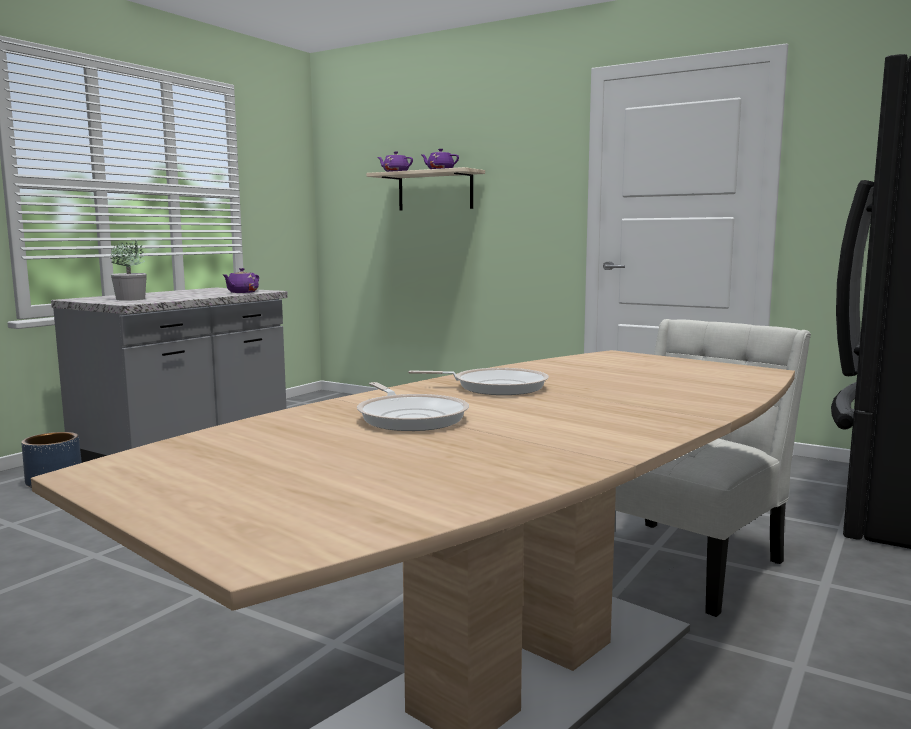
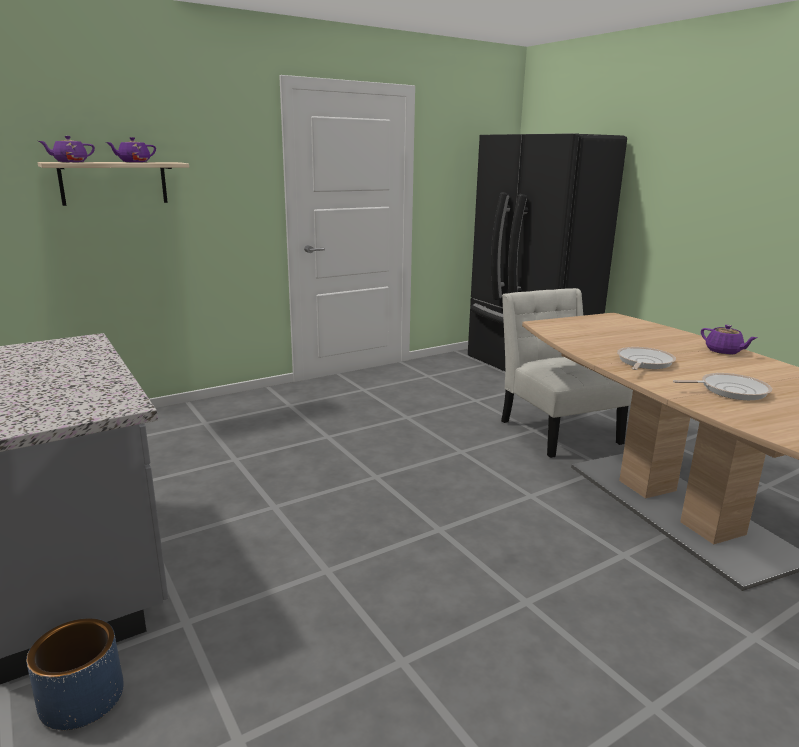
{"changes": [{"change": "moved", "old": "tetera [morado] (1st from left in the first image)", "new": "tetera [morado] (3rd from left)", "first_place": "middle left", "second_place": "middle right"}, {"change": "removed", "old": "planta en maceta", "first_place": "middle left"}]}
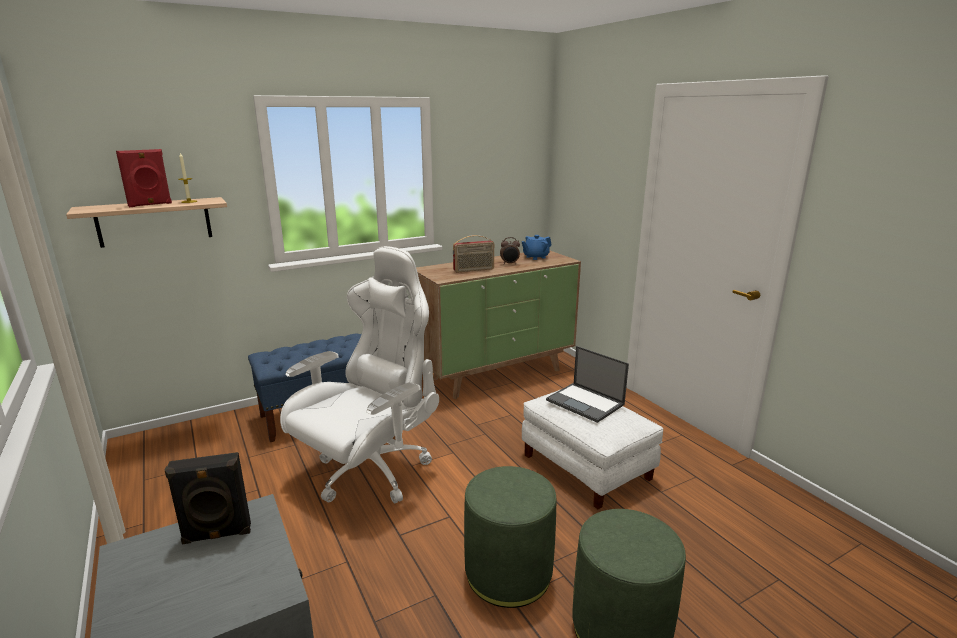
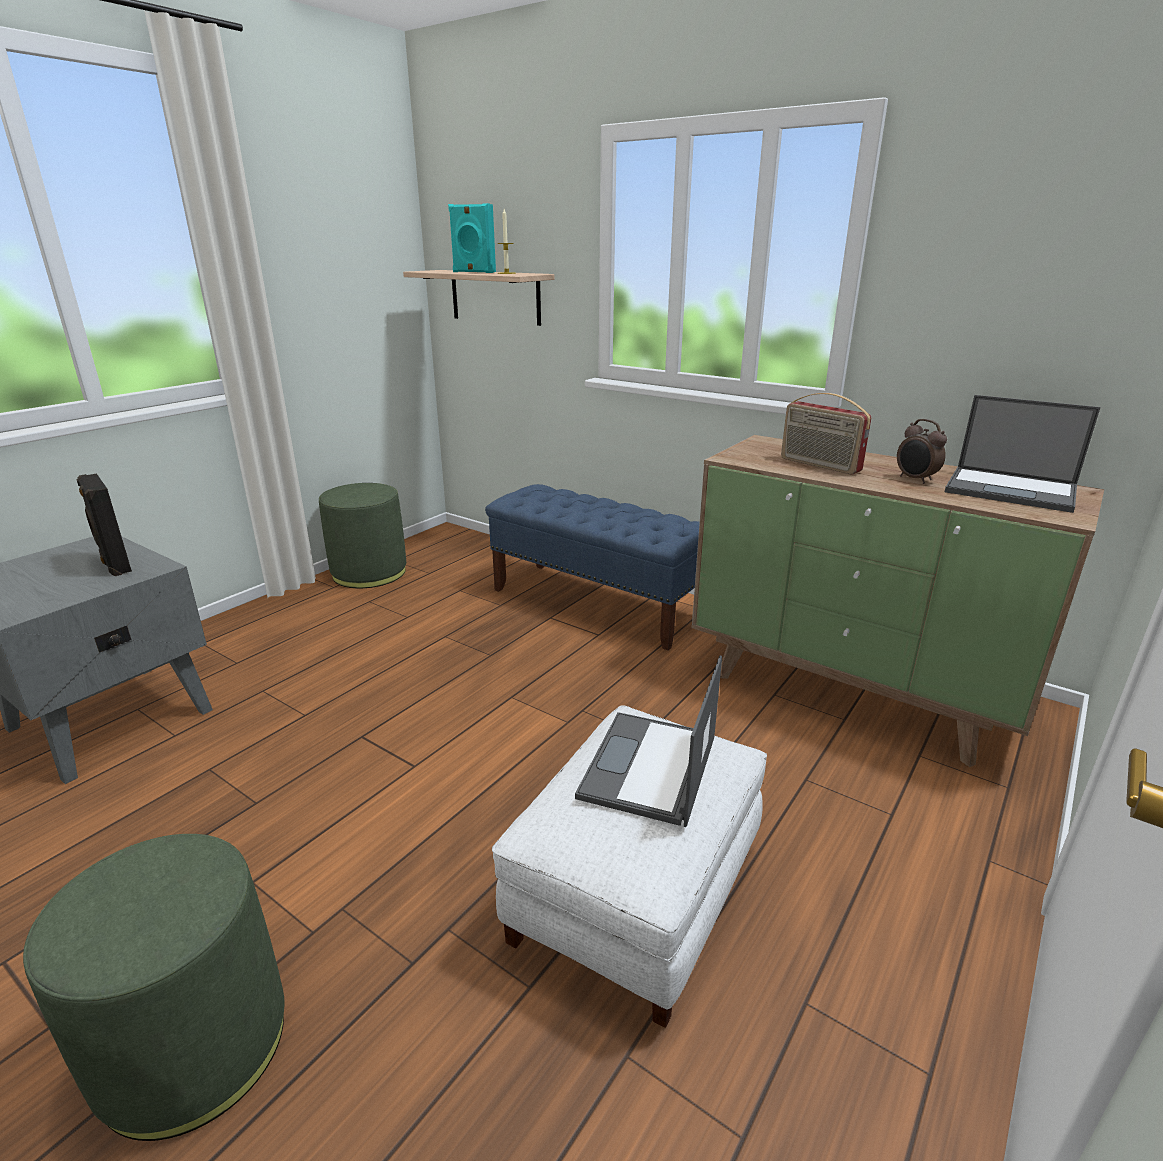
{"changes": [{"change": "moved", "old": "puf [verde] (1st from left in the first image)", "new": "puf [verde] (2nd from left)", "first_place": "bottom centre", "second_place": "middle left"}, {"change": "recoloured", "old": "altavoz [rojo]", "new": "altavoz [turquesa]", "first_place": "top left", "second_place": "top centre"}, {"change": "replaced", "old": "tetera [azul]", "new": "portátil (2nd from left)", "first_place": "centre", "second_place": "middle right"}, {"change": "removed", "old": "silla de oficina [blanco]", "first_place": "centre"}]}
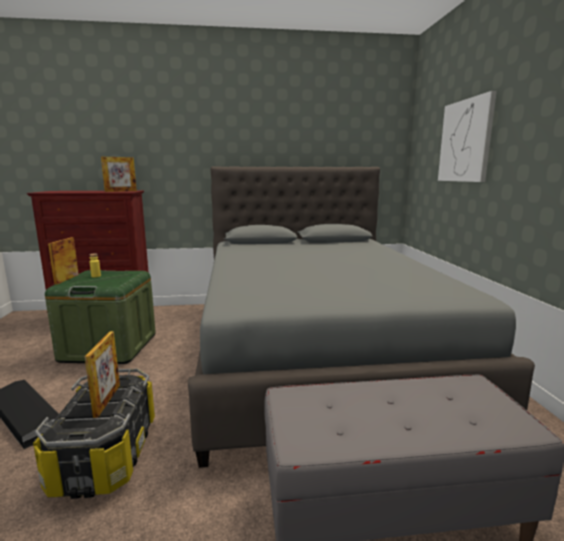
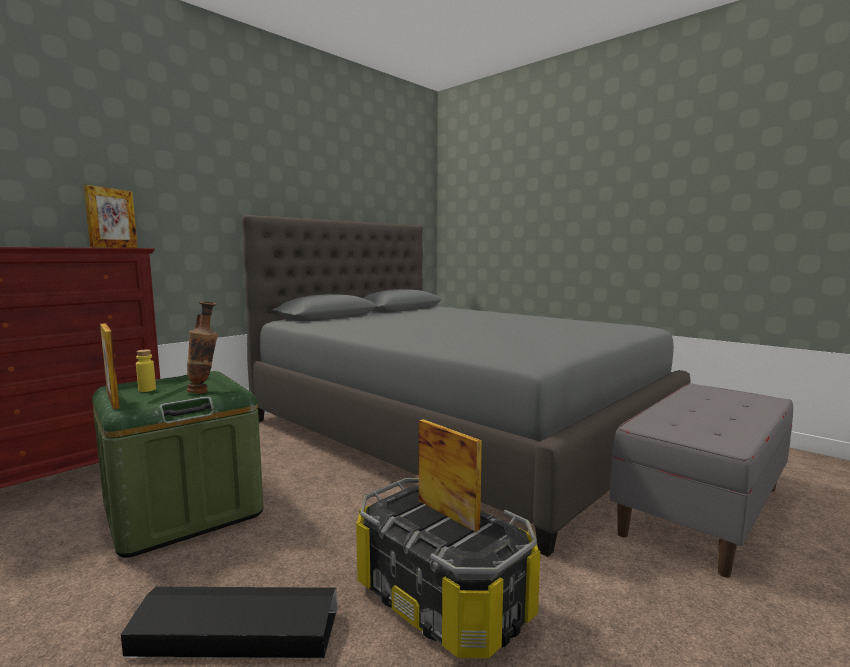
{"changes": [{"change": "added", "new": "florero", "second_place": "middle left"}, {"change": "removed", "old": "cuadro", "first_place": "top right"}]}
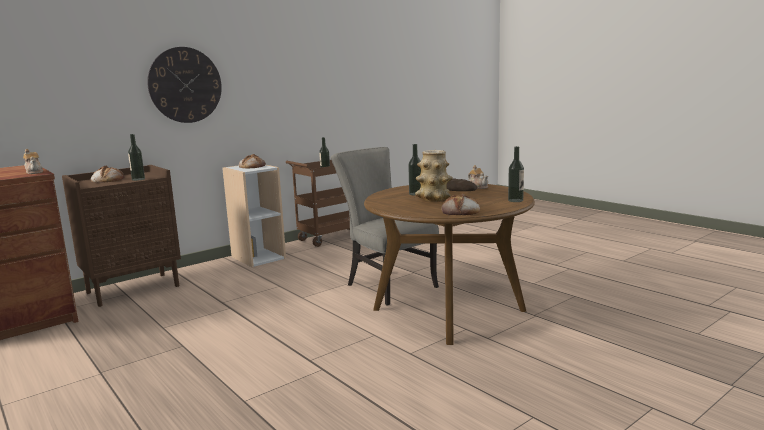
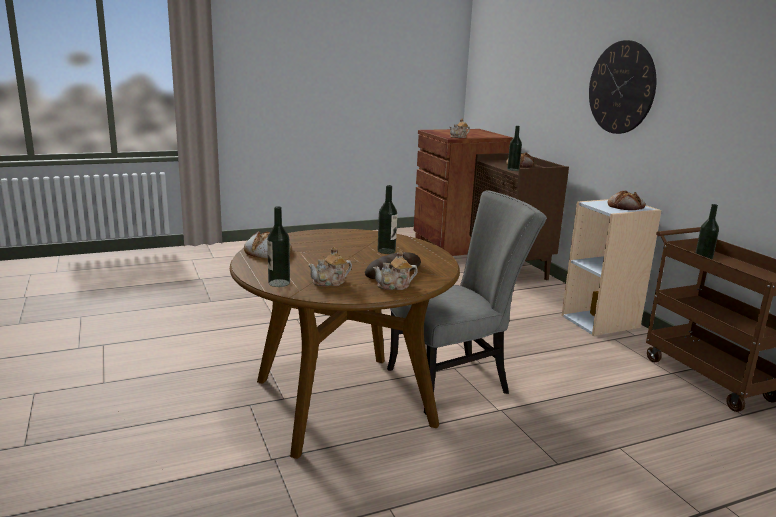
{"changes": [{"change": "added", "new": "tetera (1st from left)", "second_place": "centre"}, {"change": "removed", "old": "florero", "first_place": "centre"}]}
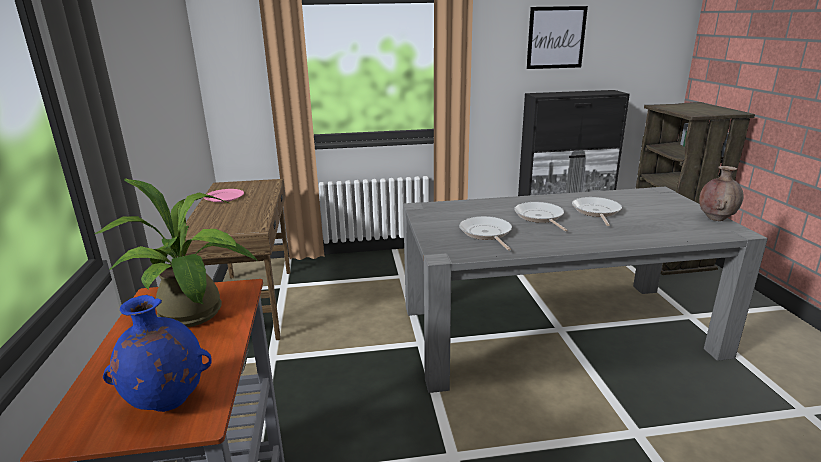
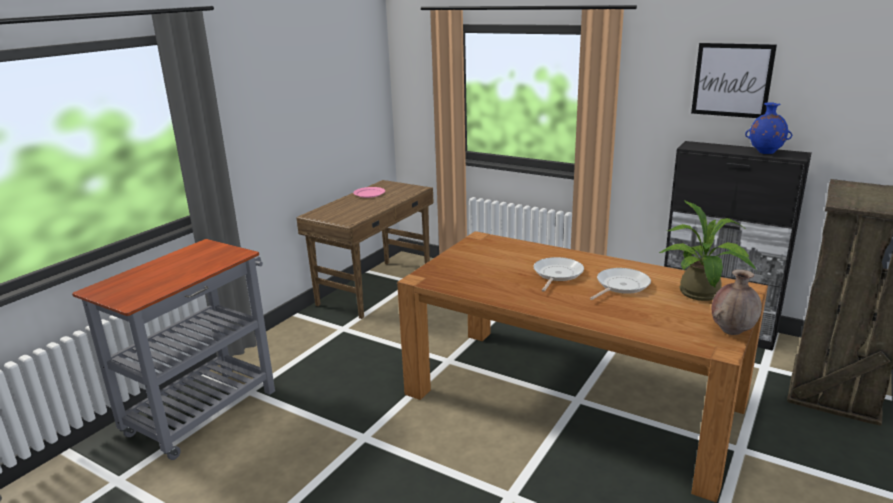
{"changes": [{"change": "recoloured", "old": "mesa de comedor [gris]", "new": "mesa de comedor [marrón]", "first_place": "middle right", "second_place": "bottom centre"}, {"change": "moved", "old": "planta en maceta", "first_place": "middle left", "second_place": "middle right"}, {"change": "moved", "old": "florero [azul]", "first_place": "bottom left", "second_place": "top right"}, {"change": "removed", "old": "sartén (1st from left)", "first_place": "centre"}]}
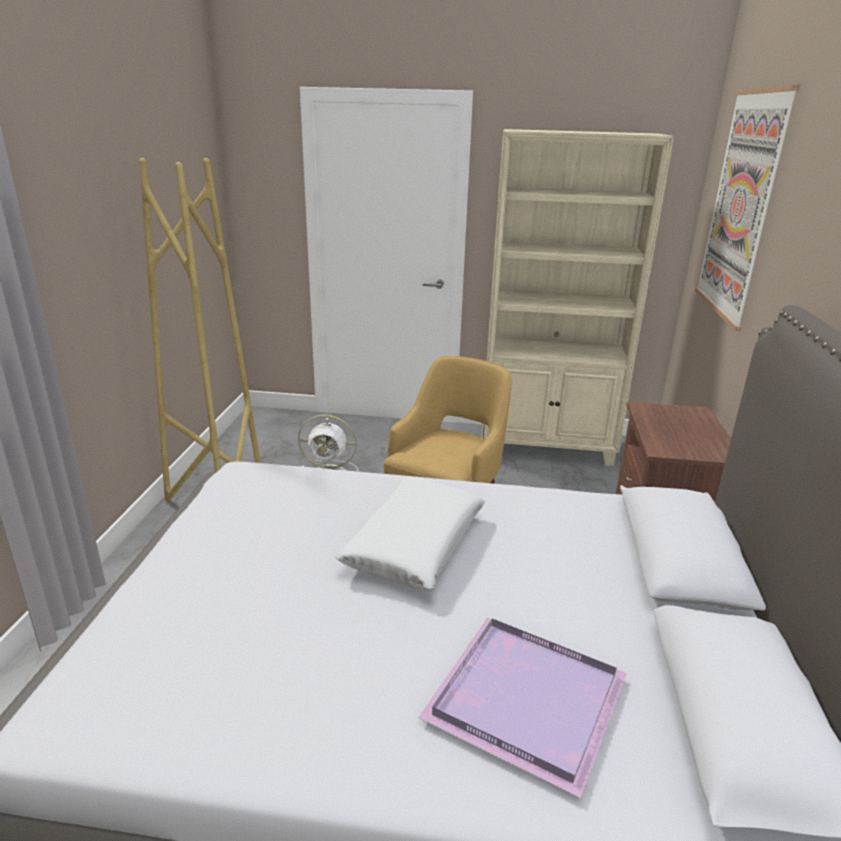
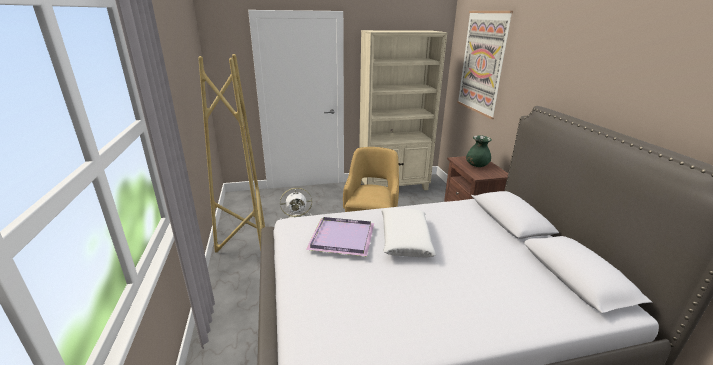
{"changes": [{"change": "moved", "old": "bandeja [morado]", "first_place": "bottom centre", "second_place": "centre"}, {"change": "added", "new": "florero [verde]", "second_place": "middle right"}]}
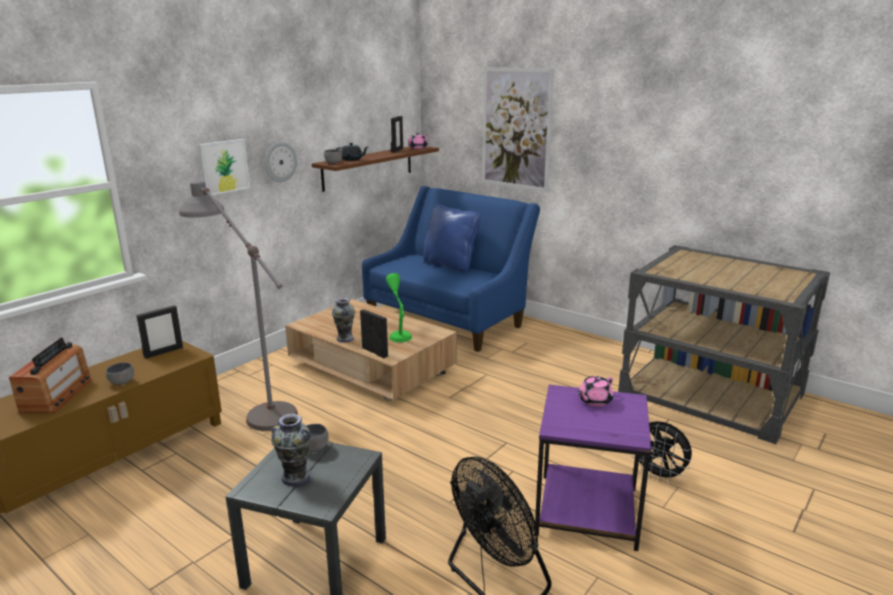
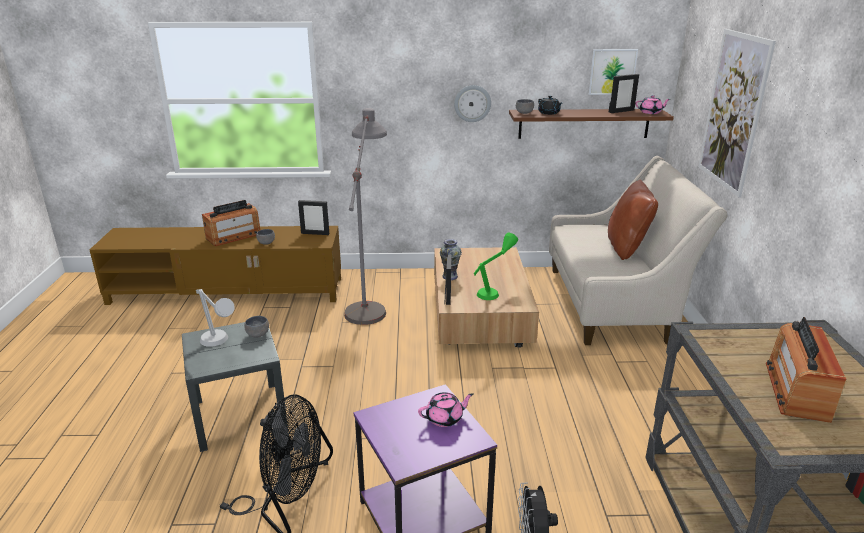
{"changes": [{"change": "replaced", "old": "florero (1st from left)", "new": "lámpara de mesa [gris]", "first_place": "bottom left", "second_place": "middle left"}, {"change": "turned", "old": "tetera [rosa] (2nd from left in the first image)", "first_place": "centre", "second_place": "bottom centre", "degrees": 150}, {"change": "recoloured", "old": "sofá [azul]", "new": "sofá [beis]", "first_place": "centre", "second_place": "middle right"}, {"change": "moved", "old": "cuadro (1st from left)", "first_place": "top left", "second_place": "top right"}, {"change": "recoloured", "old": "cojín [azul]", "new": "cojín [marrón]", "first_place": "centre", "second_place": "middle right"}, {"change": "added", "new": "radio (2nd from left)", "second_place": "bottom right"}]}
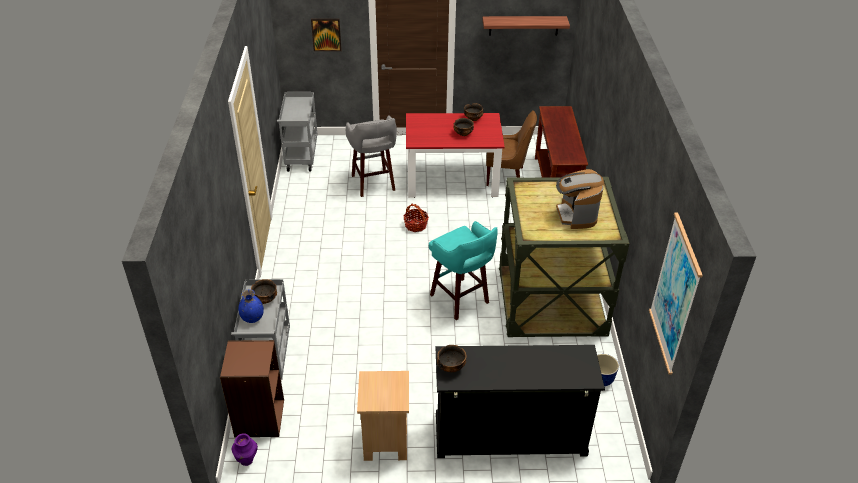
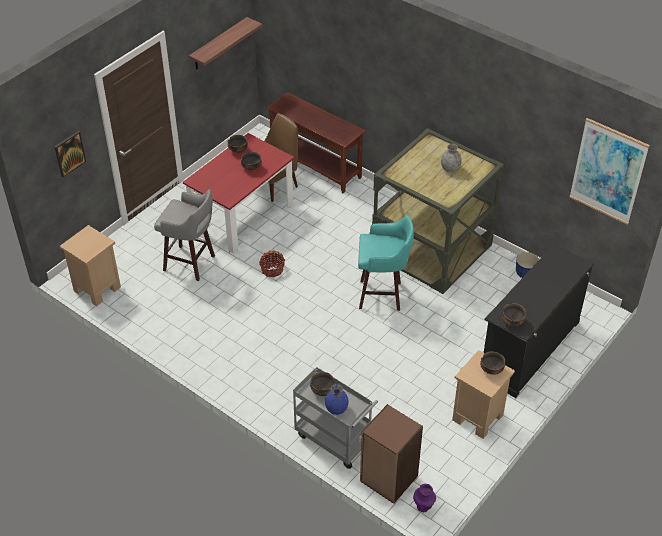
{"changes": [{"change": "replaced", "old": "carrito [gris] (2nd from left)", "new": "mesita de noche [beis] (1st from left)", "first_place": "top centre", "second_place": "middle left"}, {"change": "replaced", "old": "cafetera", "new": "florero [gris]", "first_place": "middle right", "second_place": "top right"}, {"change": "added", "new": "cuenco (4th from left)", "second_place": "bottom right"}]}
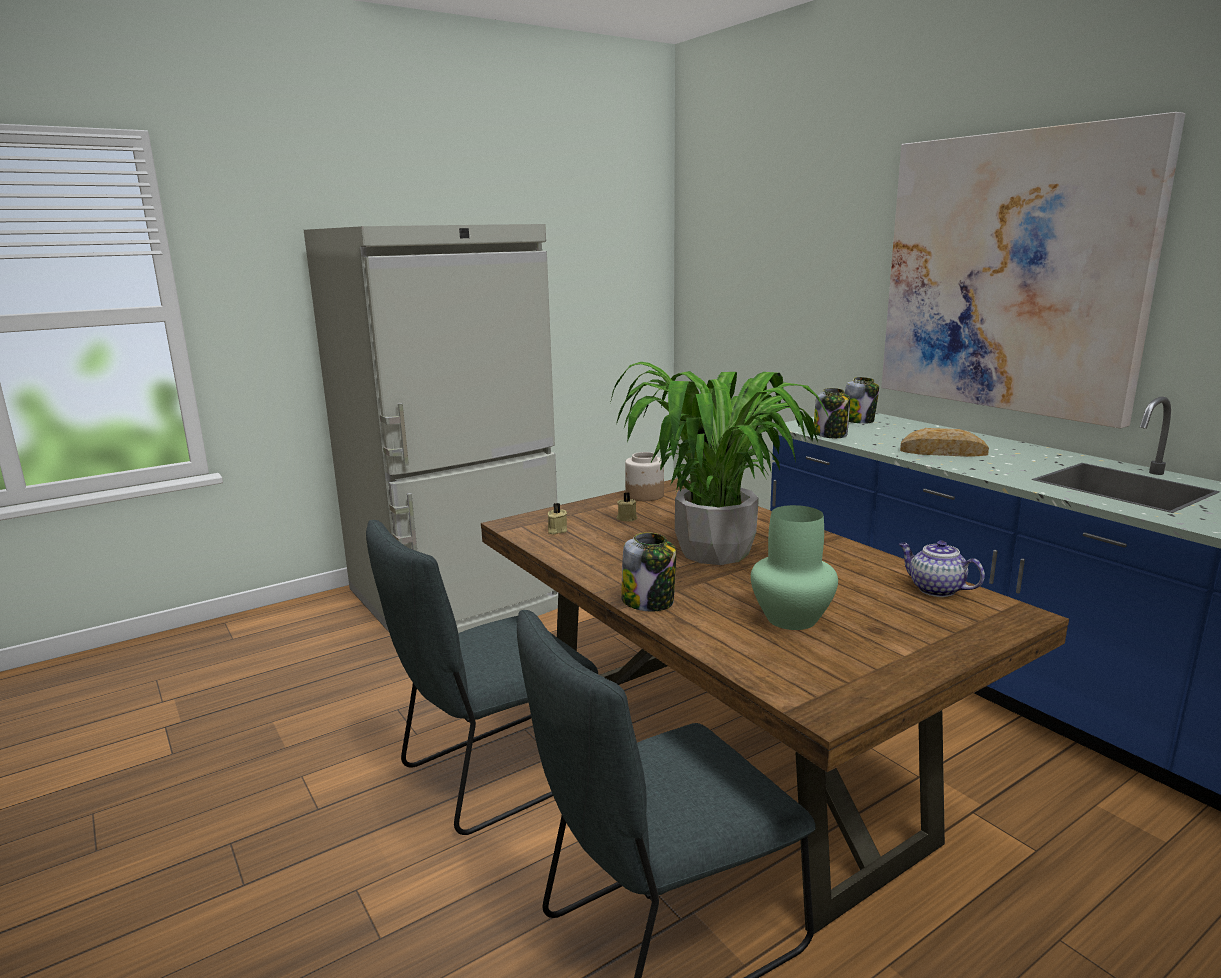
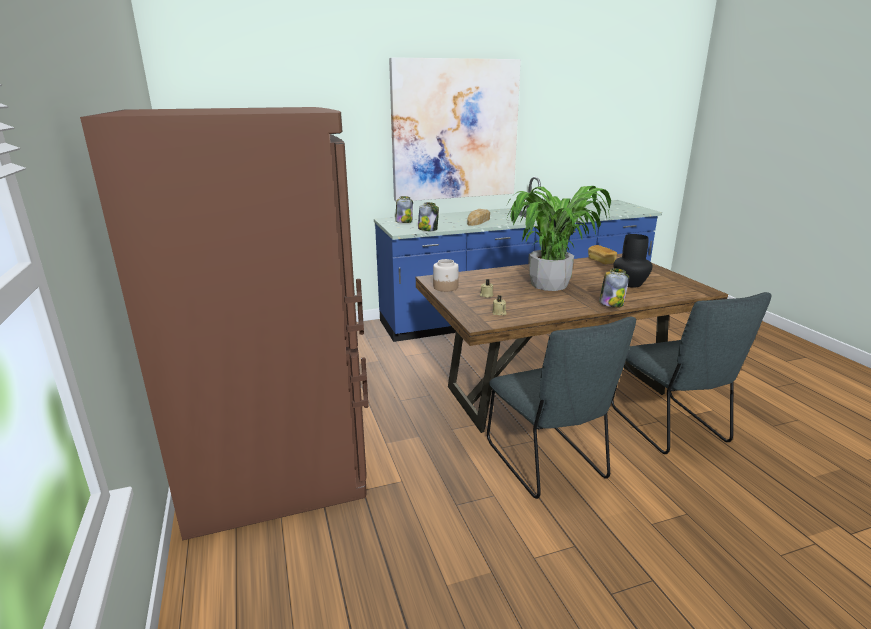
{"changes": [{"change": "recoloured", "old": "nevera [blanco]", "new": "nevera [marrón]", "first_place": "centre", "second_place": "middle left"}, {"change": "replaced", "old": "tetera", "new": "pan (2nd from left)", "first_place": "middle right", "second_place": "middle right"}, {"change": "recoloured", "old": "florero [verde]", "new": "florero [negro]", "first_place": "centre", "second_place": "middle right"}]}
